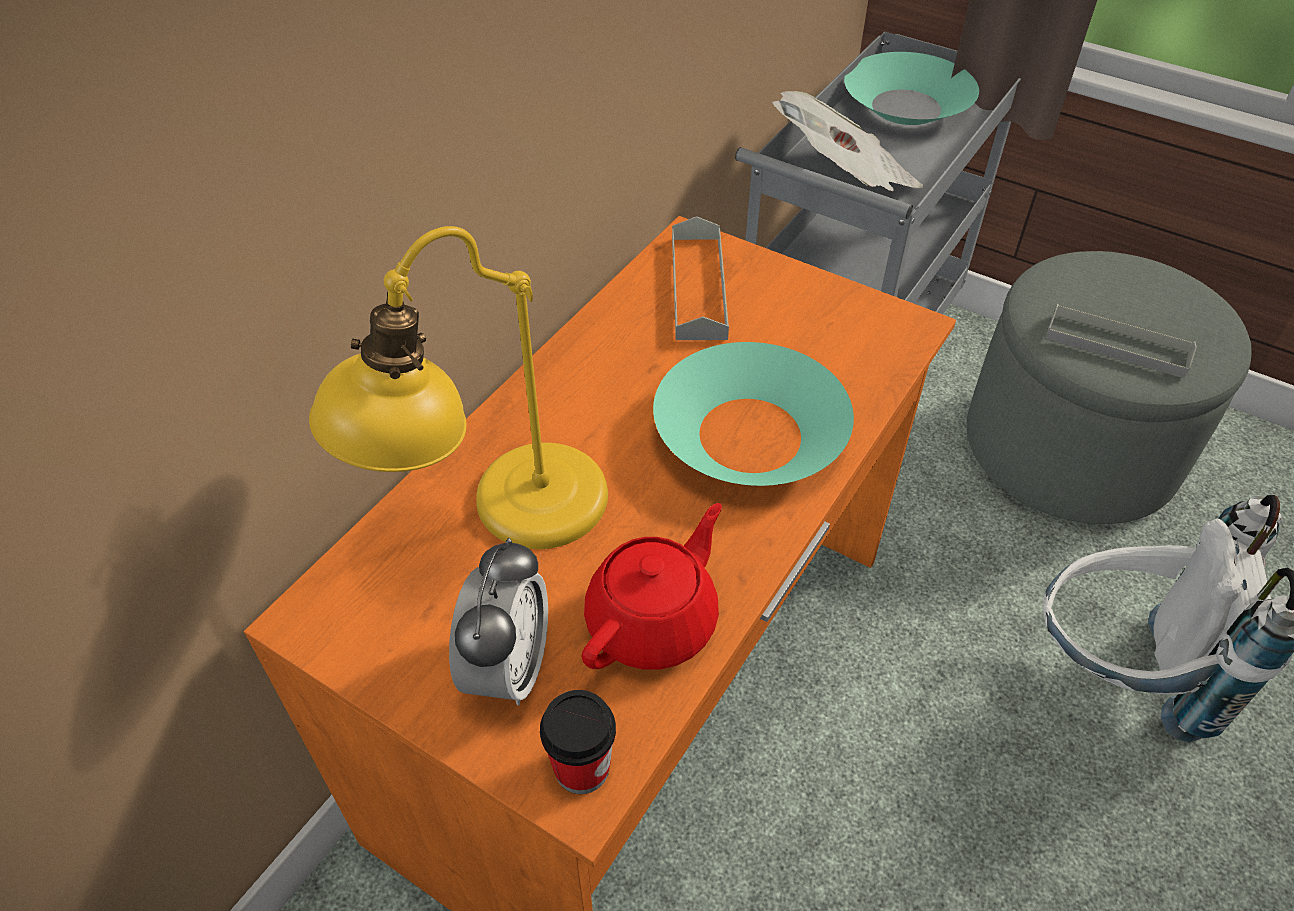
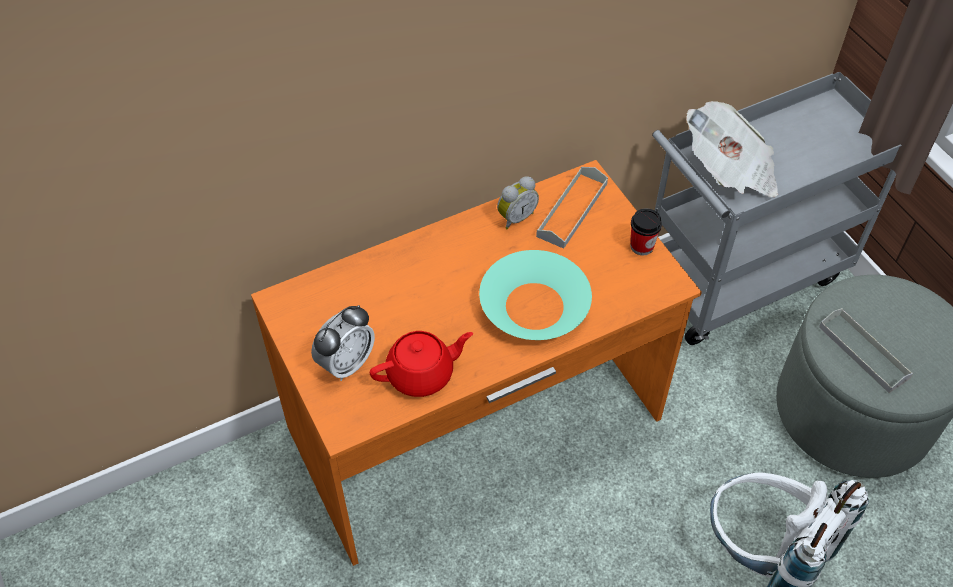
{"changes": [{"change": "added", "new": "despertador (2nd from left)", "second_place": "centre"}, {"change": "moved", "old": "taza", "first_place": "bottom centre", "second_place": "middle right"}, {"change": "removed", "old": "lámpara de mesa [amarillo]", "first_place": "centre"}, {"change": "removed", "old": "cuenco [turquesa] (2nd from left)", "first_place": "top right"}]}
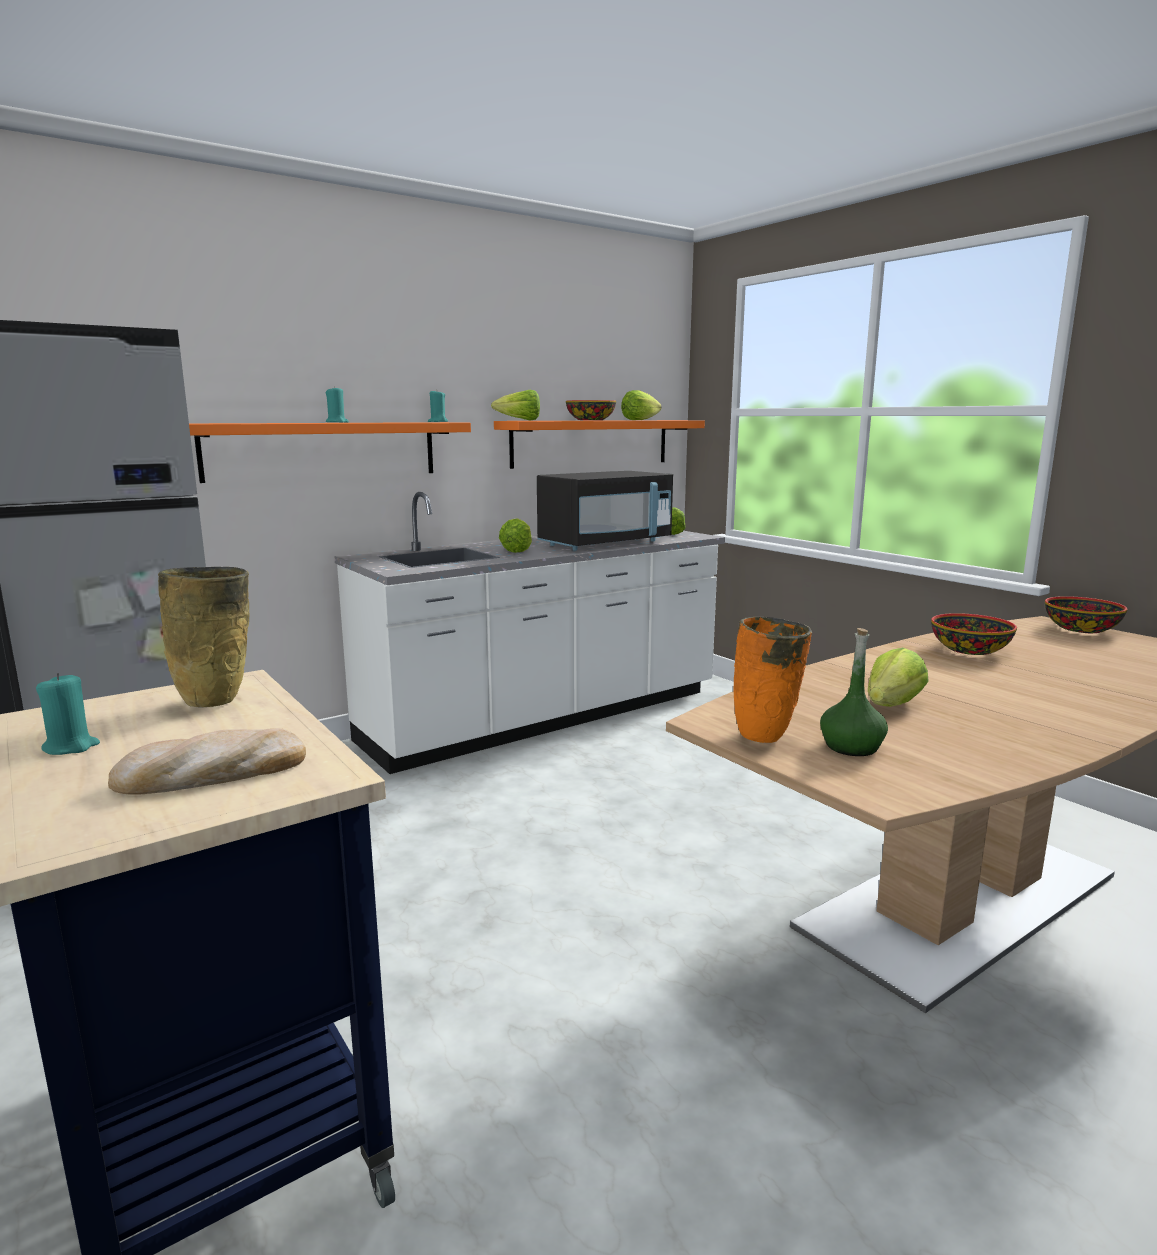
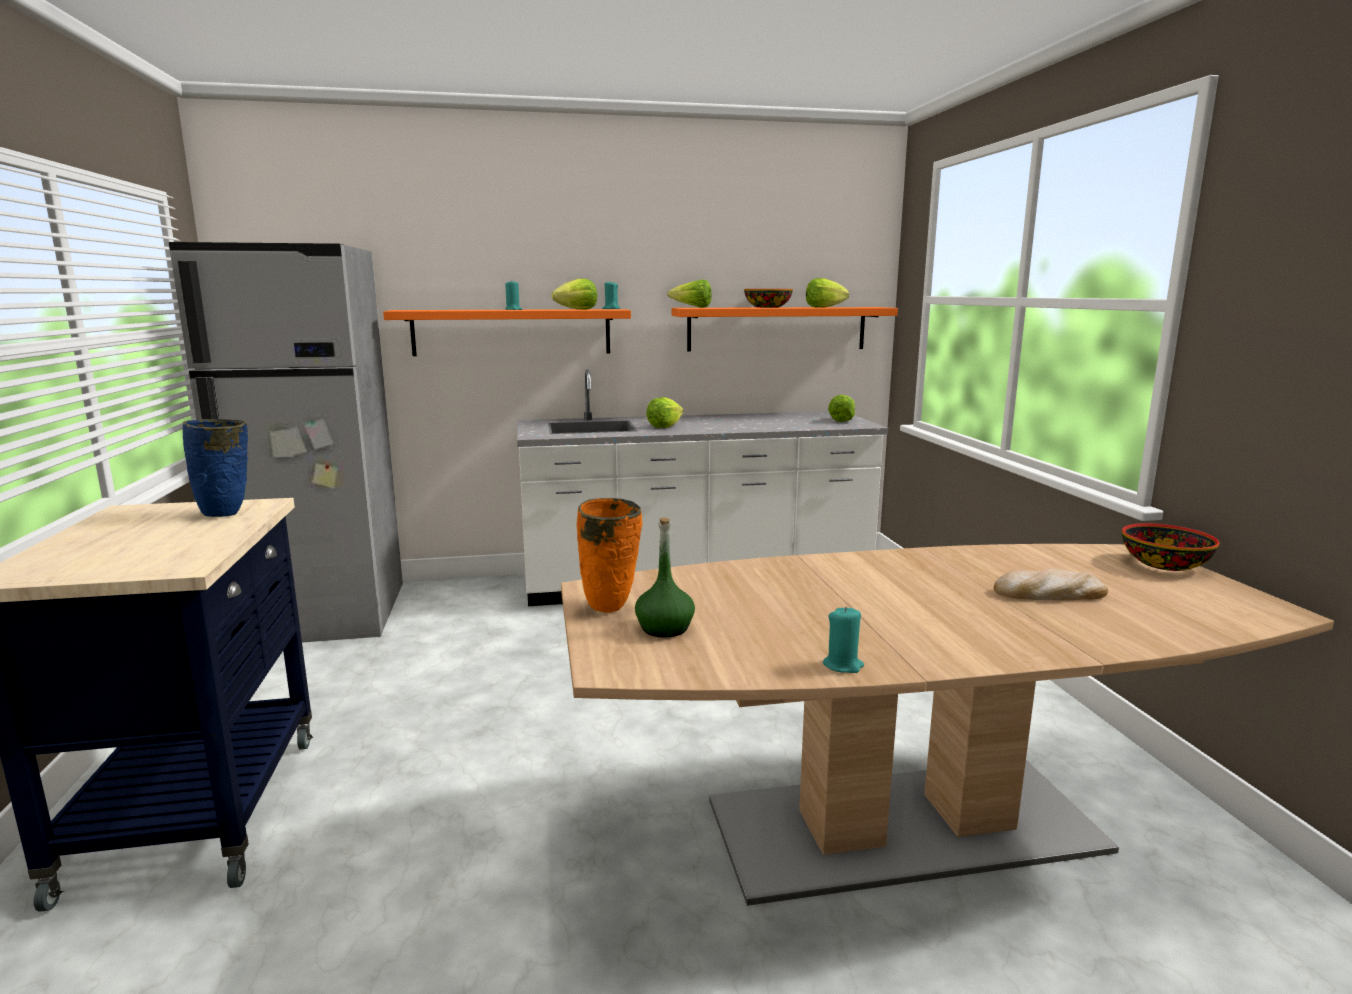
{"changes": [{"change": "recoloured", "old": "florero [beis]", "new": "florero [azul]", "first_place": "middle left", "second_place": "middle left"}, {"change": "moved", "old": "lechuga (5th from left in the first image)", "new": "lechuga (1st from left)", "first_place": "middle right", "second_place": "top centre"}, {"change": "moved", "old": "vela [turquesa] (1st from left in the first image)", "new": "vela [turquesa] (3rd from left)", "first_place": "middle left", "second_place": "centre"}, {"change": "moved", "old": "pan", "first_place": "middle left", "second_place": "middle right"}, {"change": "removed", "old": "microondas [negro]", "first_place": "centre"}, {"change": "removed", "old": "cuenco (2nd from left)", "first_place": "middle right"}]}
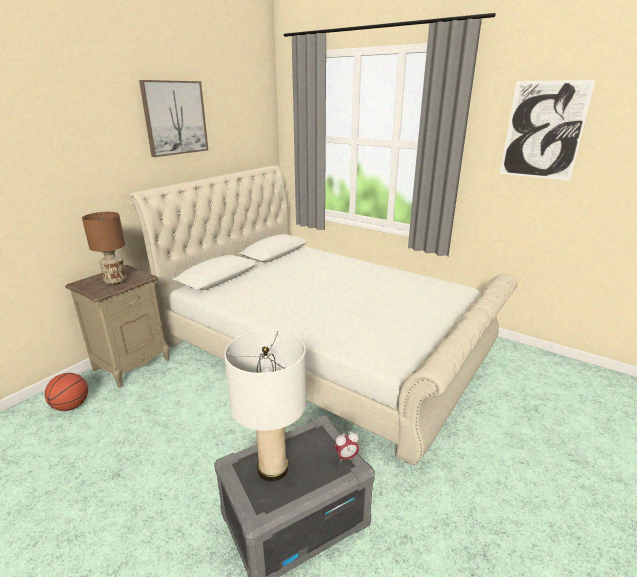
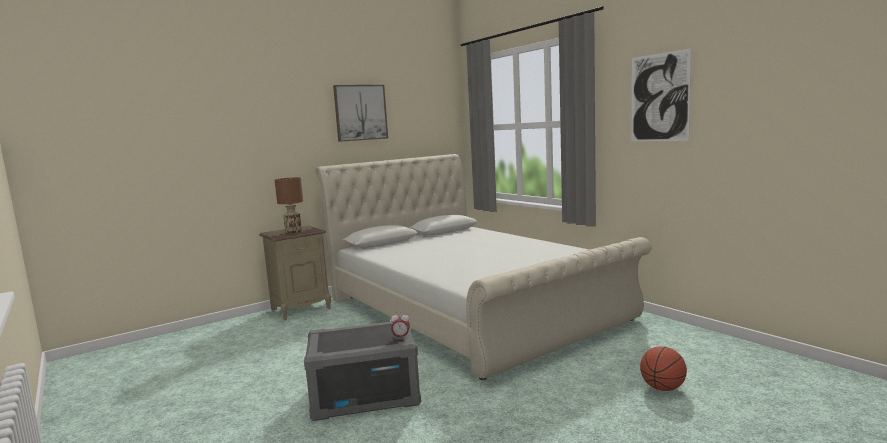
{"changes": [{"change": "moved", "old": "balón de baloncesto", "first_place": "bottom left", "second_place": "bottom right"}, {"change": "removed", "old": "lámpara de mesa [blanco]", "first_place": "bottom centre"}]}
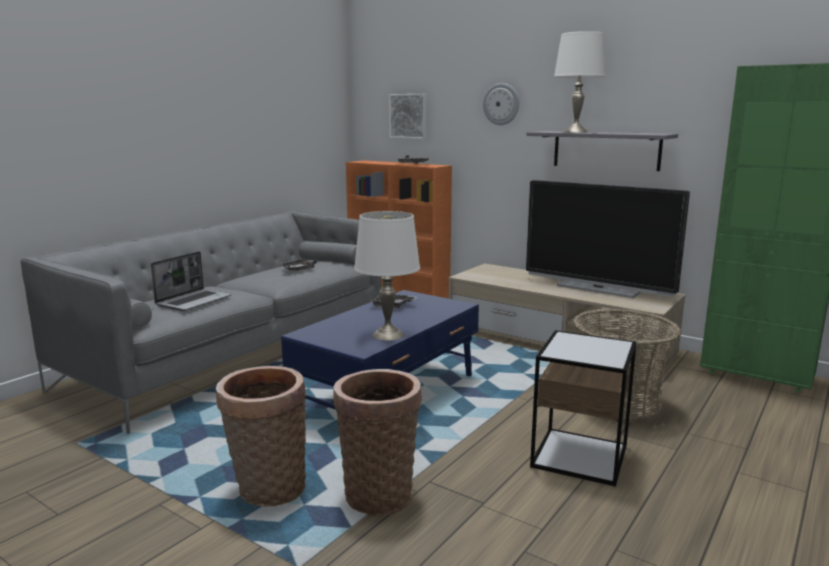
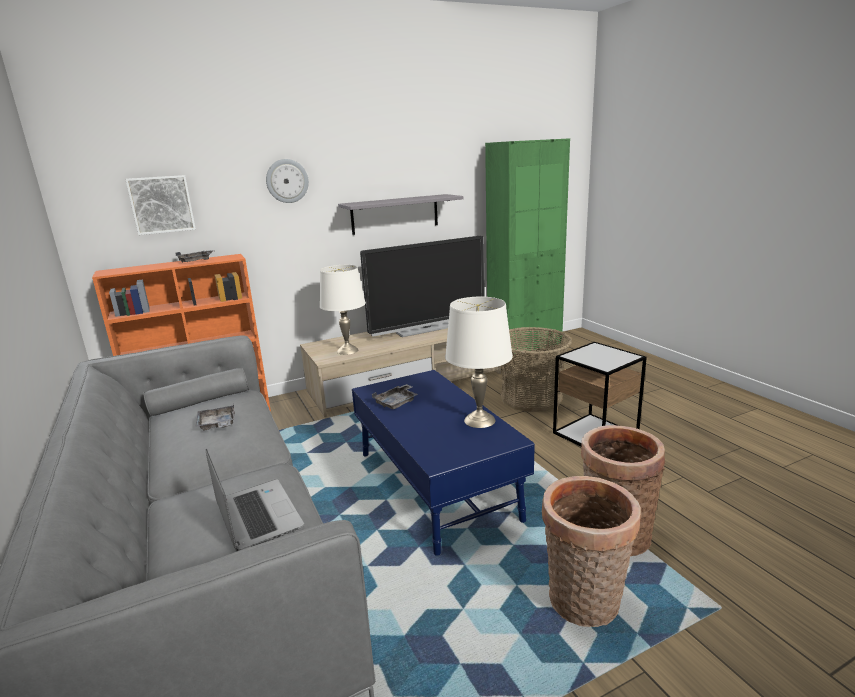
{"changes": [{"change": "moved", "old": "lámpara de mesa [blanco] (2nd from left in the first image)", "new": "lámpara de mesa [blanco] (1st from left)", "first_place": "top right", "second_place": "centre"}]}
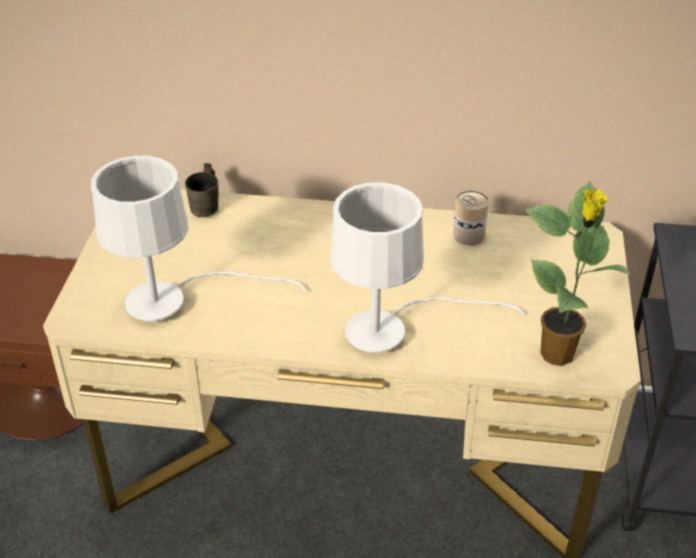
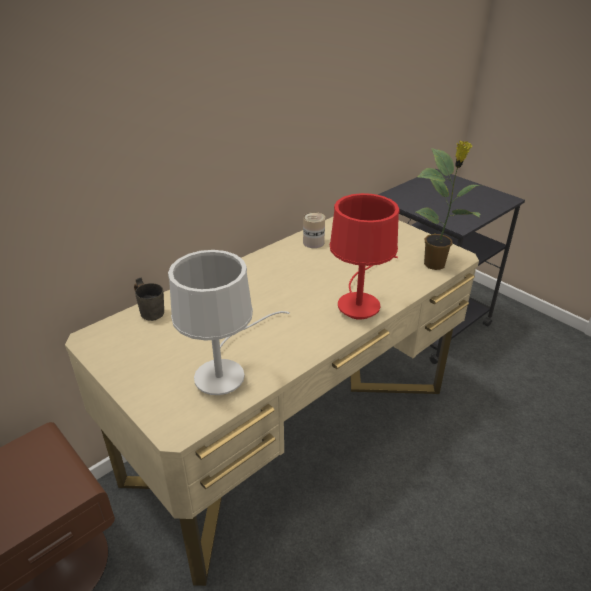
{"changes": [{"change": "recoloured", "old": "lámpara de mesa [blanco] (2nd from left)", "new": "lámpara de mesa [rojo]", "first_place": "centre", "second_place": "centre"}]}
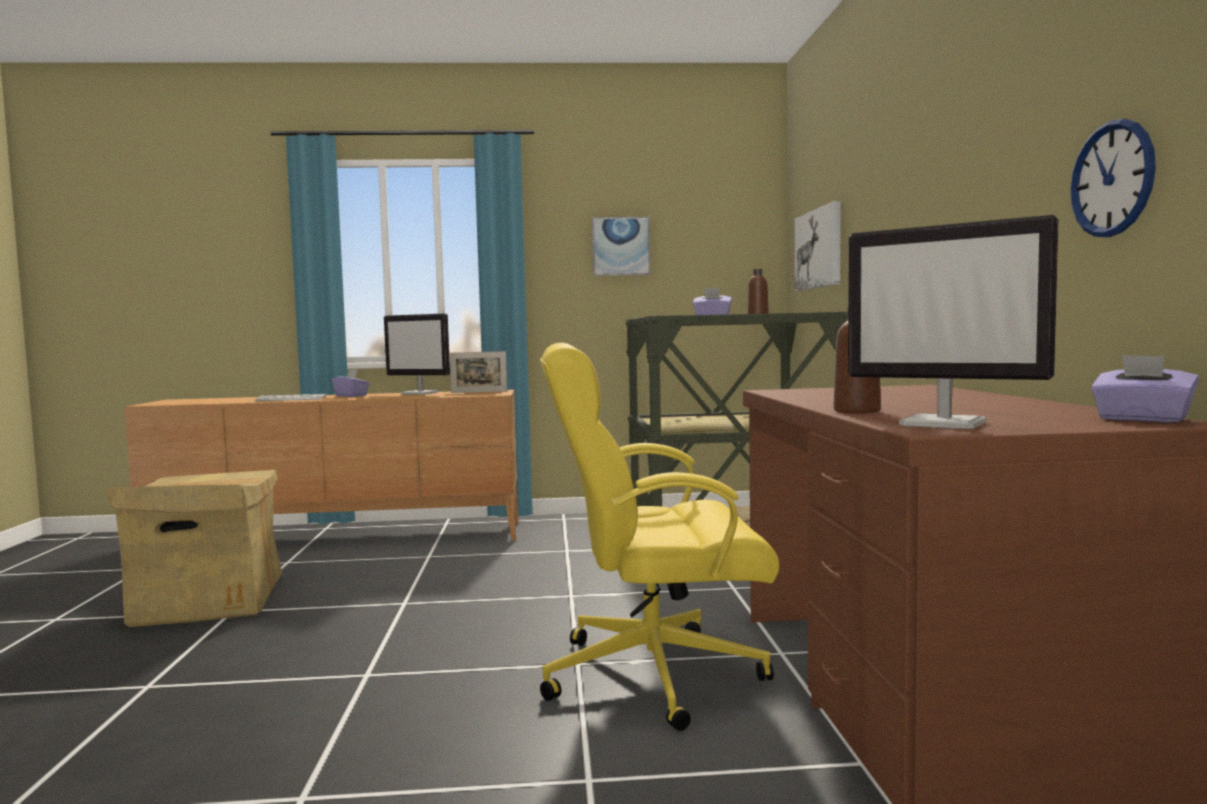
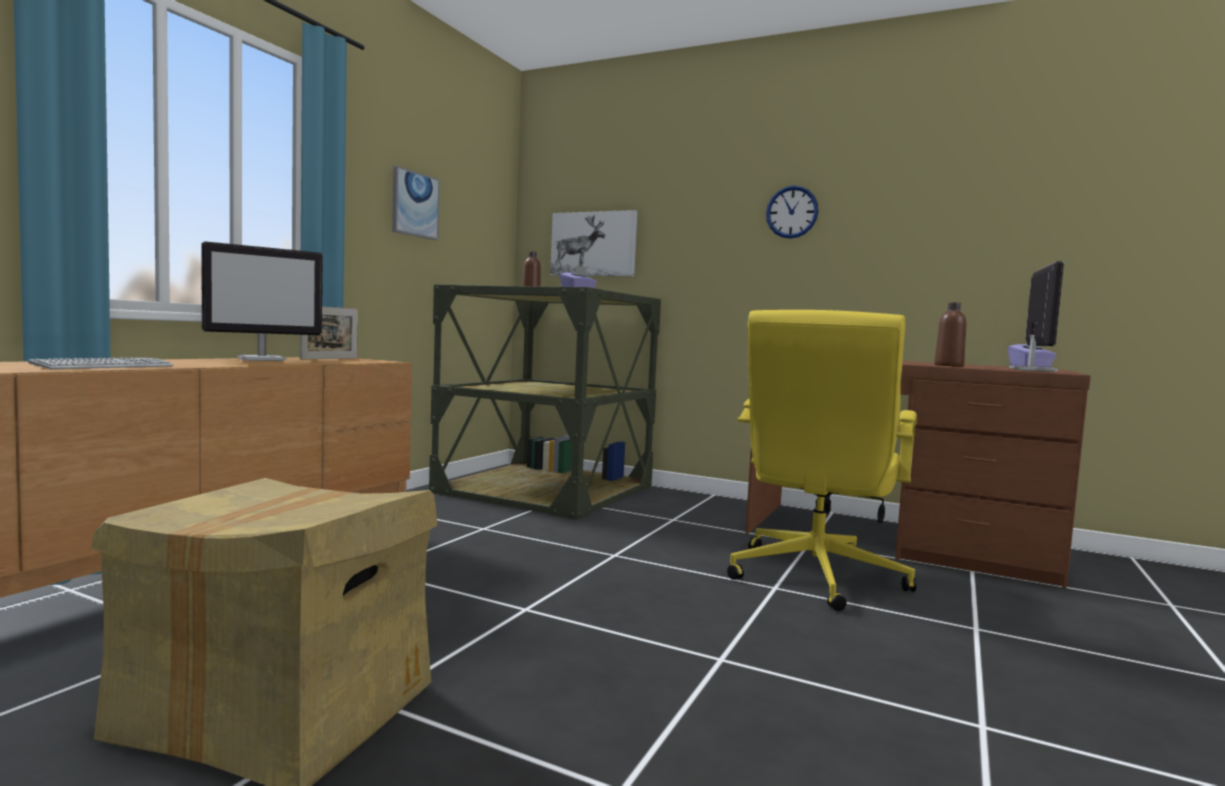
{"changes": [{"change": "moved", "old": "reloj de pared", "first_place": "top right", "second_place": "top centre"}, {"change": "turned", "old": "monitor (2nd from left)", "first_place": "middle right", "second_place": "middle right", "degrees": -45}, {"change": "removed", "old": "caja de pañuelos [morado] (1st from left)", "first_place": "middle left"}]}
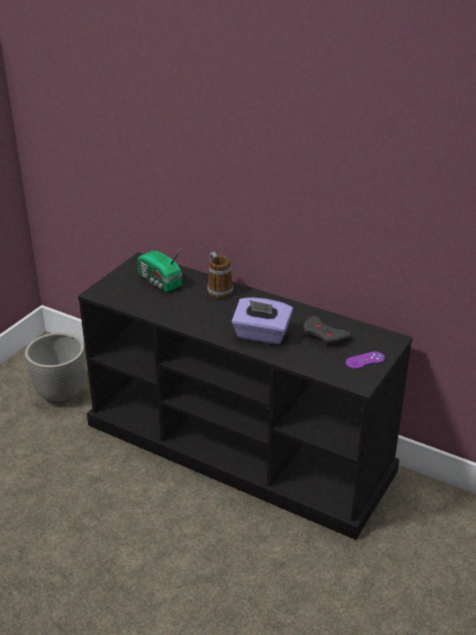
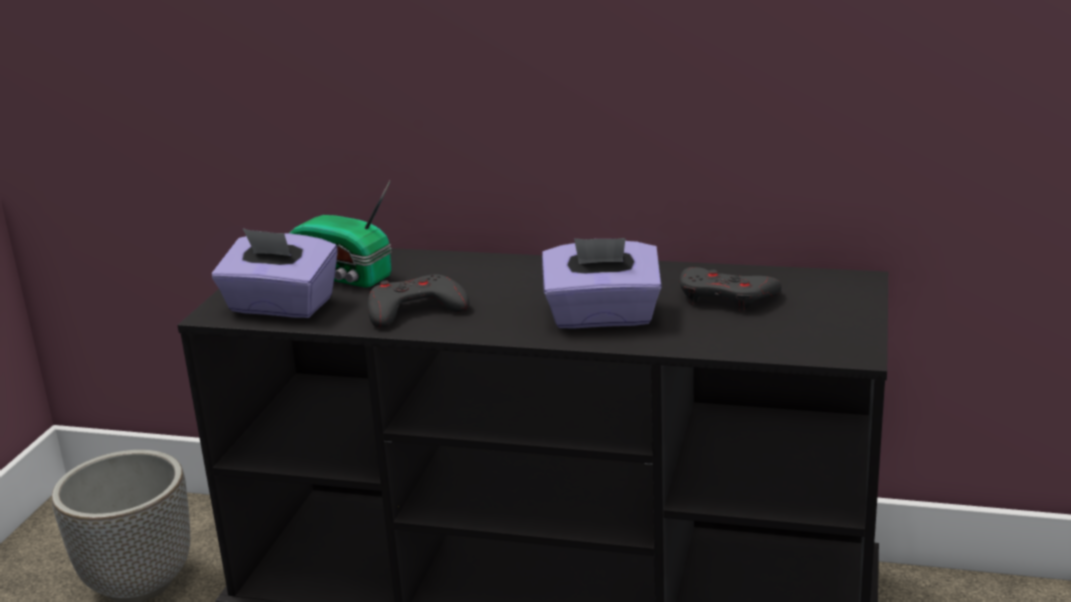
{"changes": [{"change": "added", "new": "caja de pañuelos [morado] (1st from left)", "second_place": "middle left"}, {"change": "added", "new": "mando de consola [gris] (1st from left)", "second_place": "centre"}, {"change": "removed", "old": "taza grande", "first_place": "centre"}, {"change": "removed", "old": "mando de consola [morado]", "first_place": "middle right"}]}
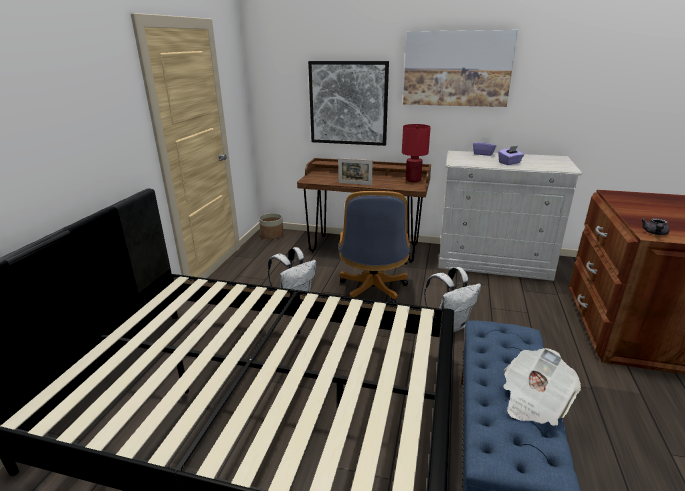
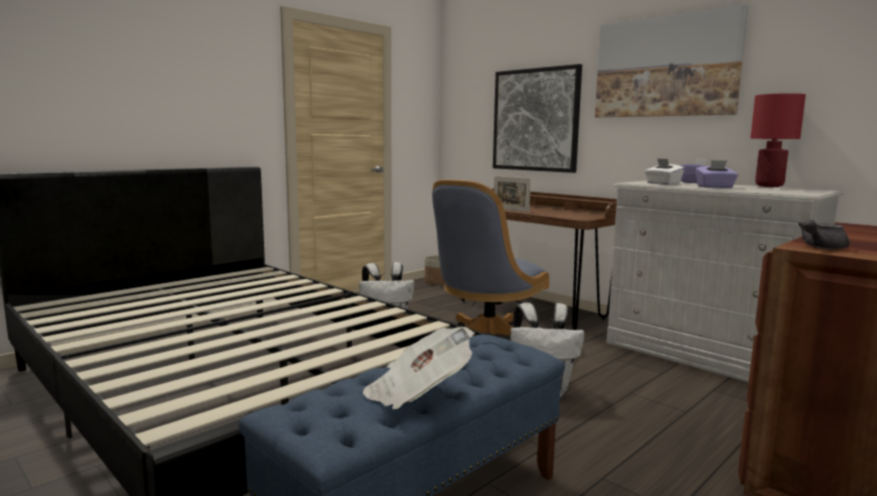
{"changes": [{"change": "added", "new": "caja de pañuelos [blanco]", "second_place": "middle right"}, {"change": "moved", "old": "lámpara de mesa [rojo]", "first_place": "top centre", "second_place": "top right"}]}
